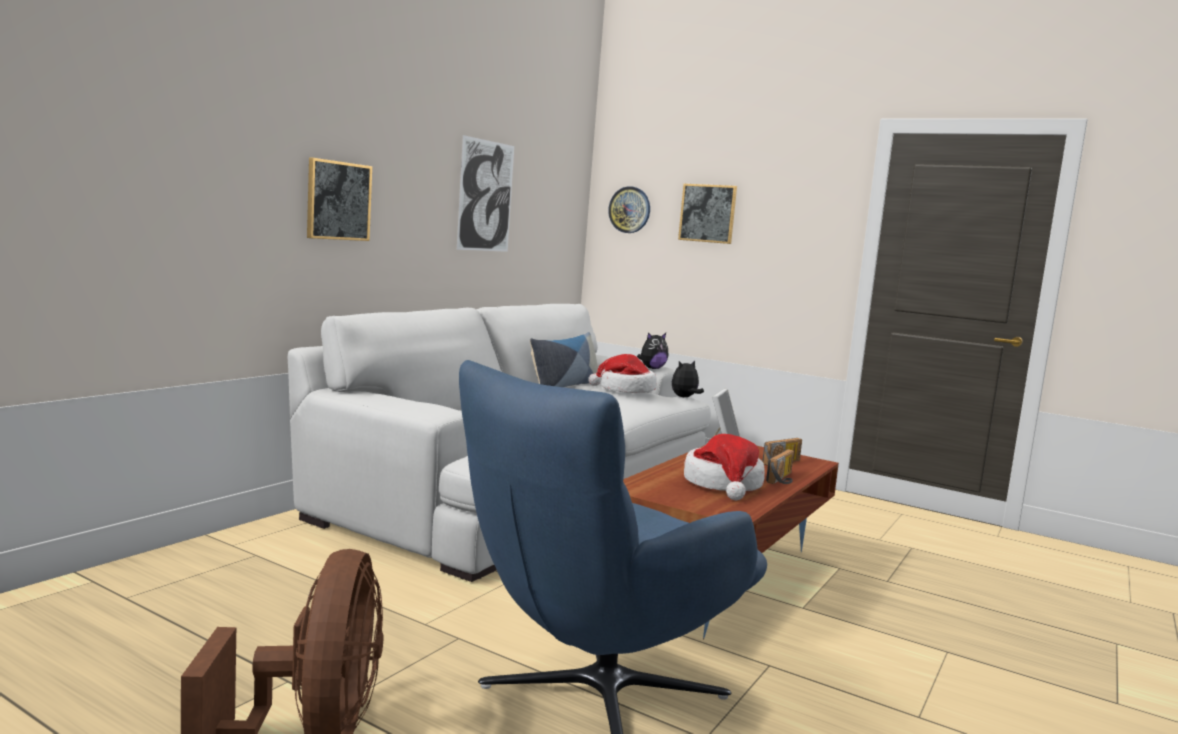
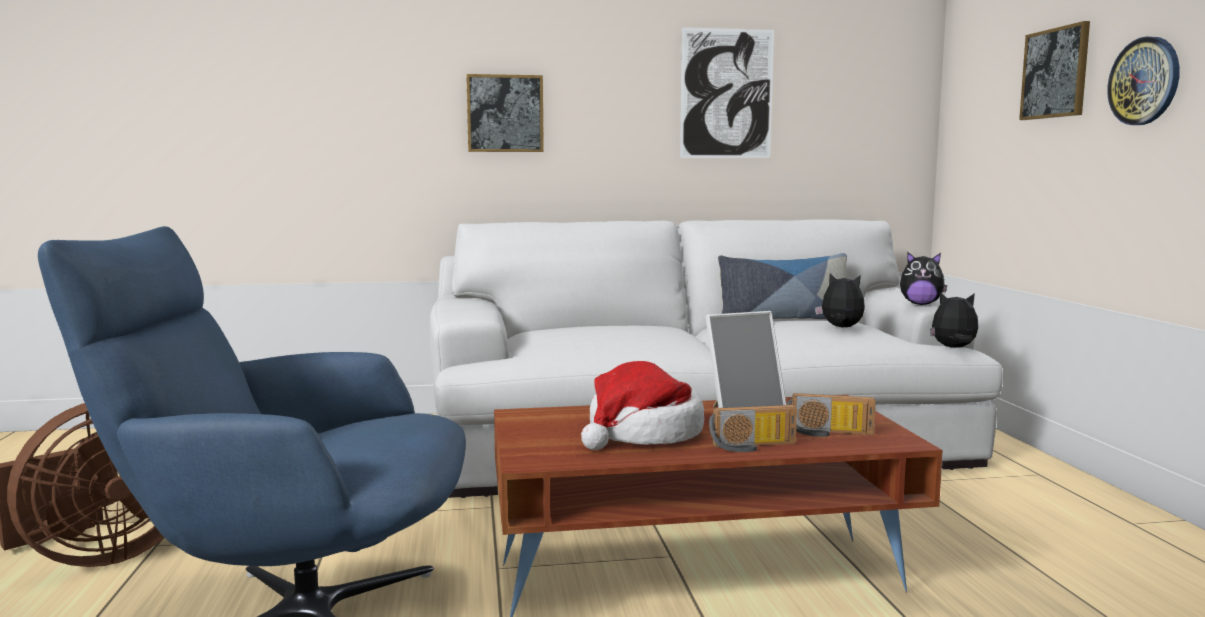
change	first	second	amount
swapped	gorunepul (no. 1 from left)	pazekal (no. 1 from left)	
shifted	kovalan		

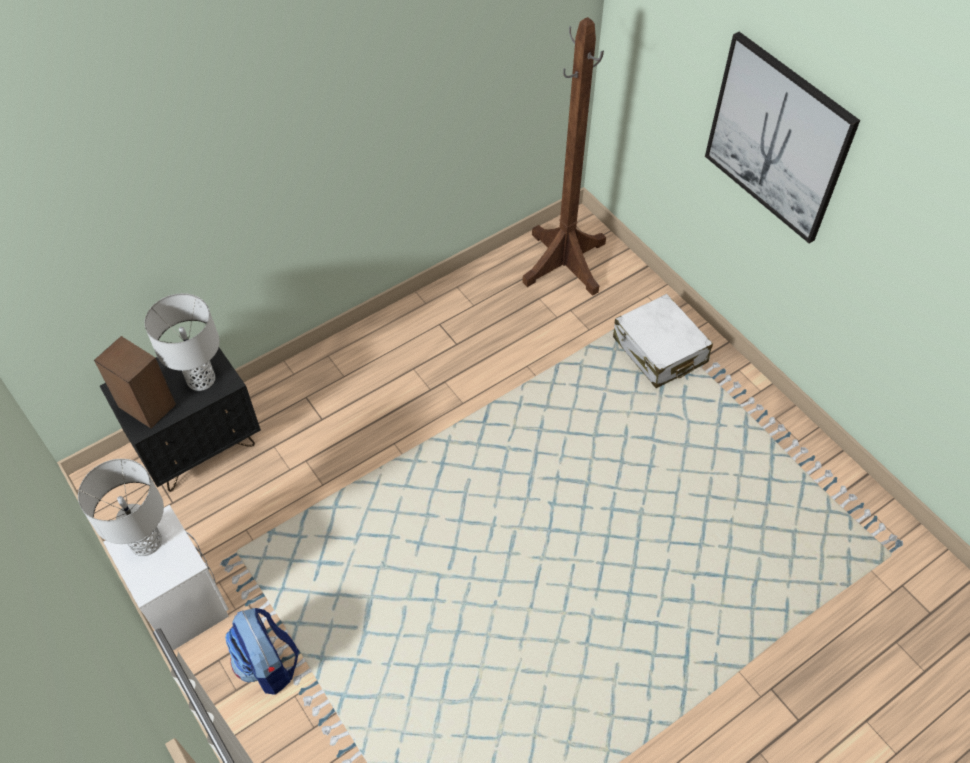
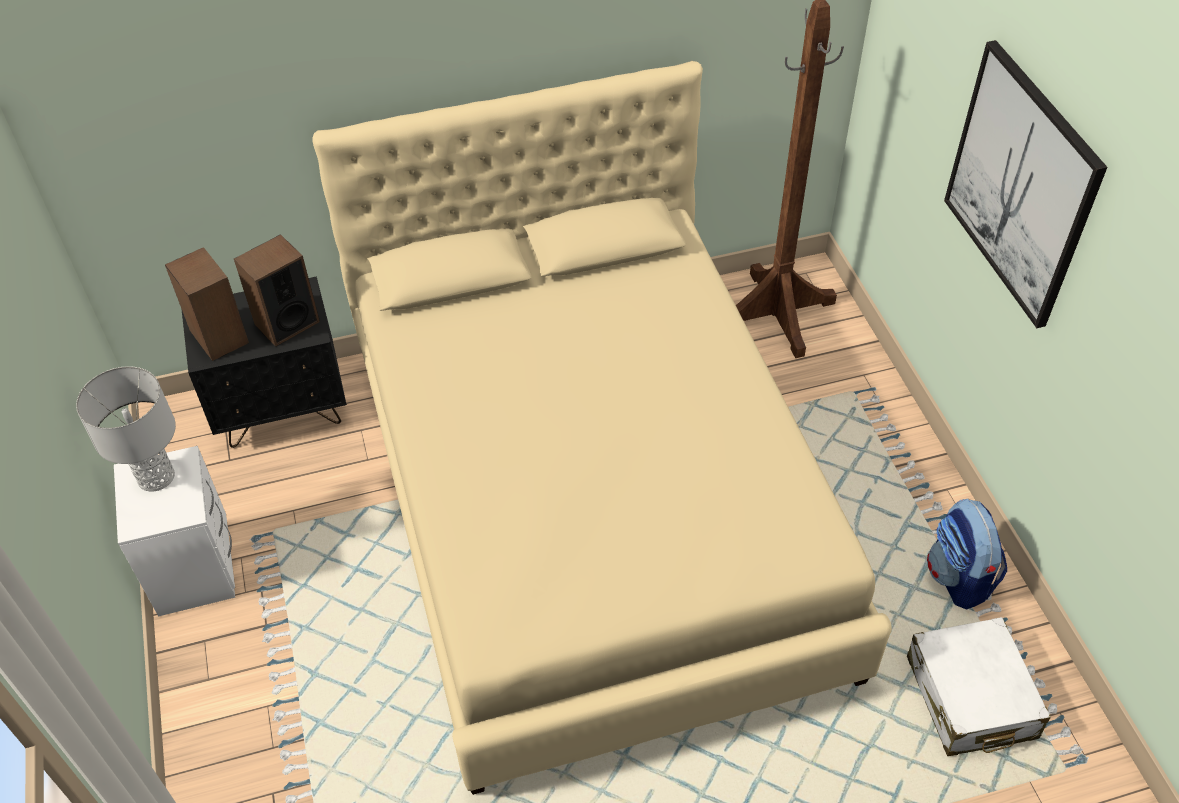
change	first	second	amount
swapped	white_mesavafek (no. 2 from left)	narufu (no. 2 from left)	
new		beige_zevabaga	
shifted	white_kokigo		
shifted	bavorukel		

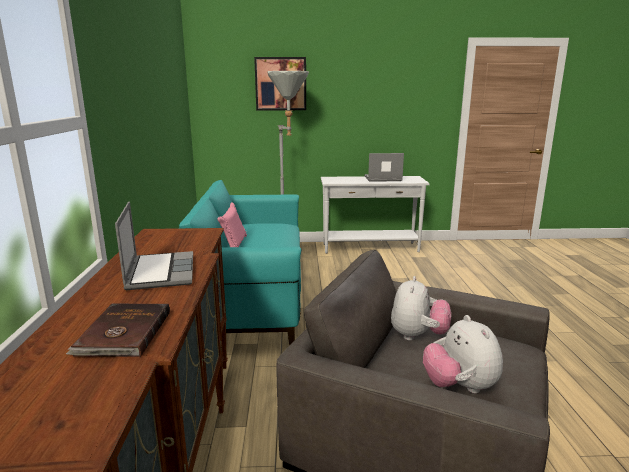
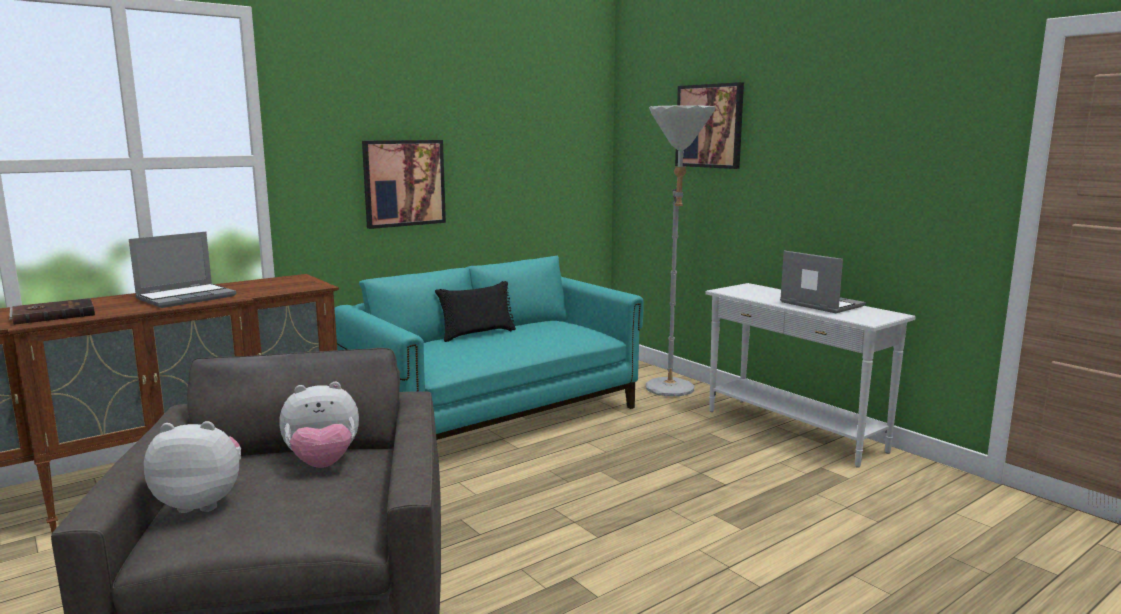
change	first	second	amount
rotated	pazekal (no. 2 from left in the first image)	pazekal (no. 1 from left)	45 degrees clockwise
new		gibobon (no. 1 from left)	
repainted	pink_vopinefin	black_vopinefin	

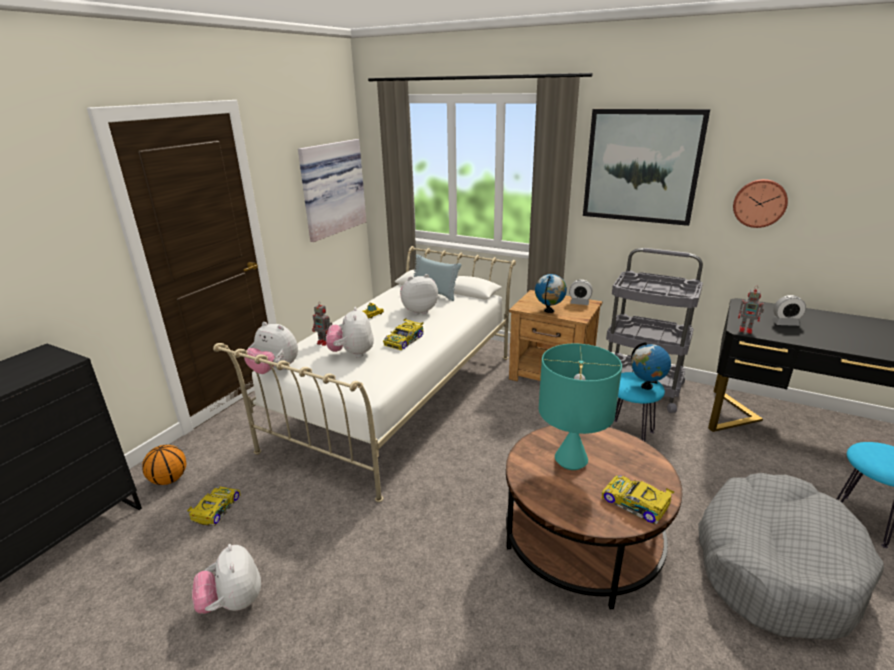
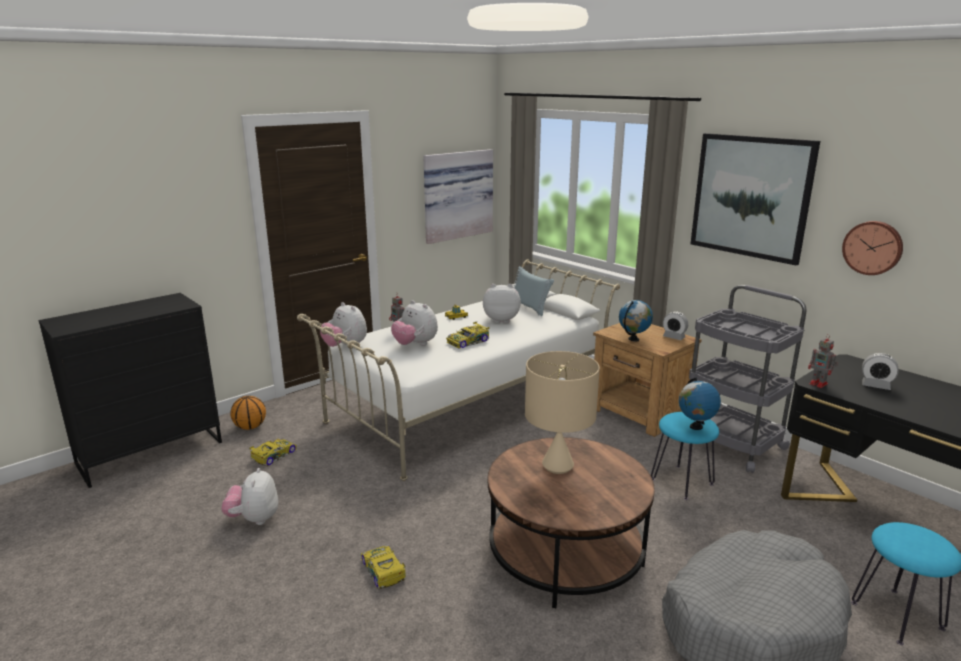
change	first	second	amount
shifted	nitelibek (no. 4 from left in the first image)	nitelibek (no. 2 from left)	
rotated	pazekal (no. 3 from left)		60 degrees counterclockwise
repainted	turquoise_mesavafek	beige_mesavafek	

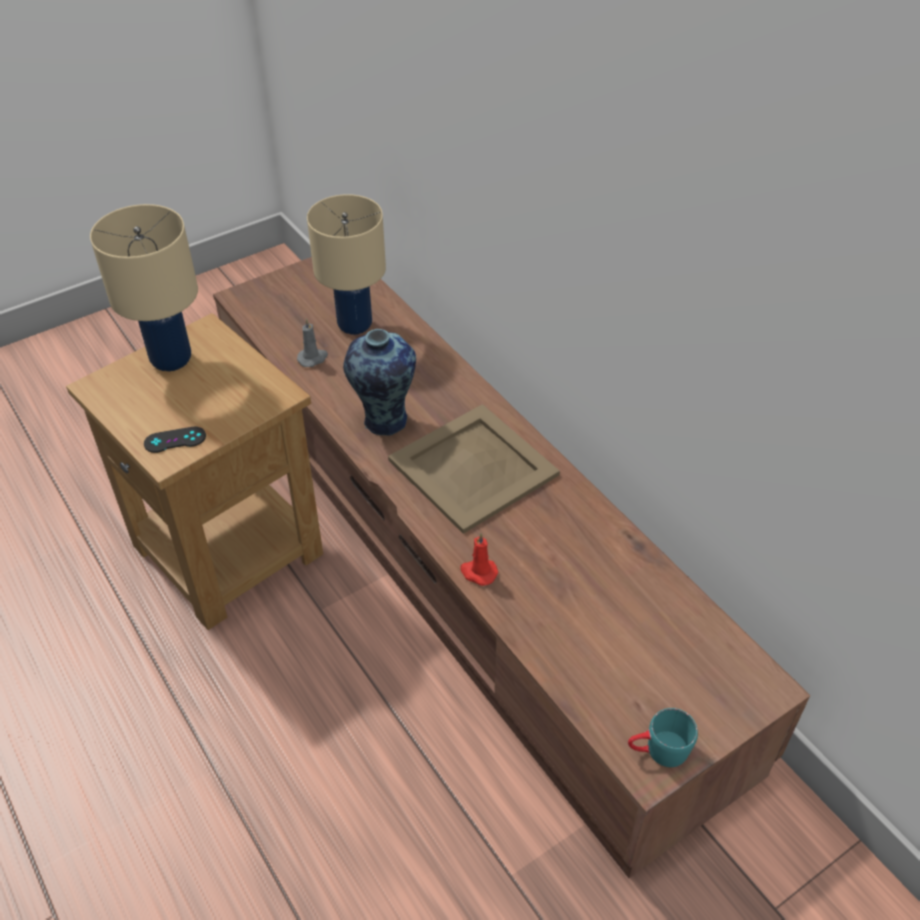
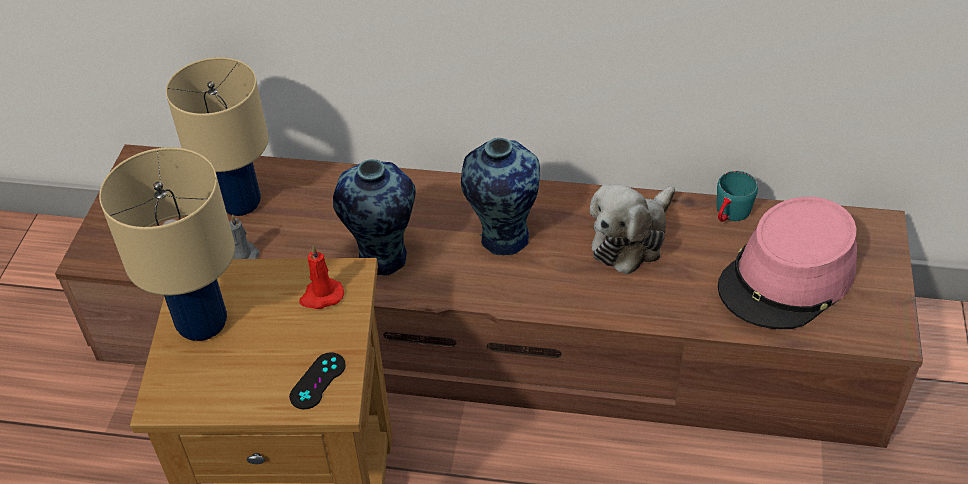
change	first	second	amount
shifted	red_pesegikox		
swapped	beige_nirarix	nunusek (no. 2 from left)	
new		pazekal	
shifted	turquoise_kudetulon		
new		pink_gorunepul	

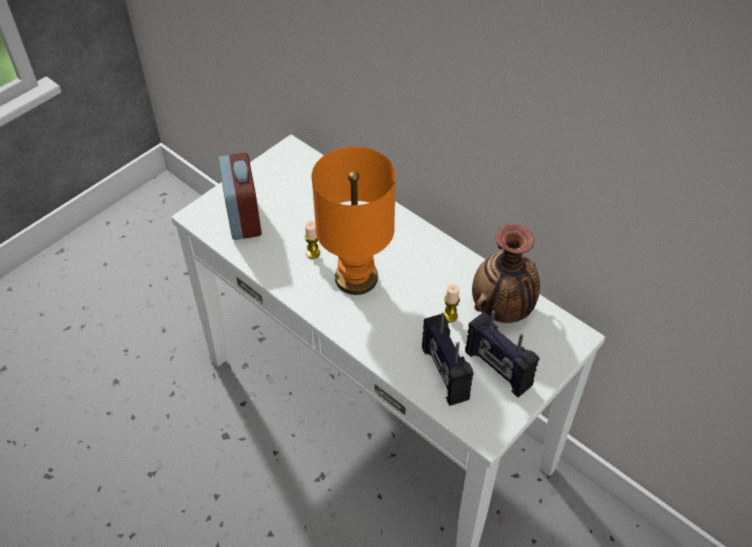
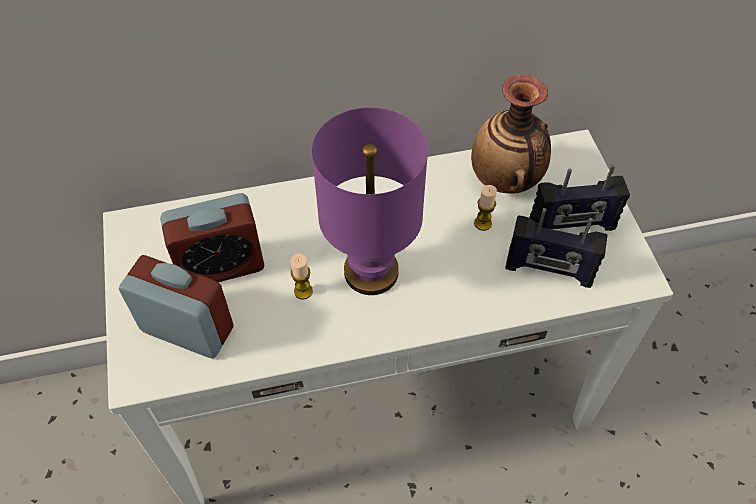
change	first	second	amount
new		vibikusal (no. 2 from left)	
repainted	orange_mesavafek	purple_mesavafek	

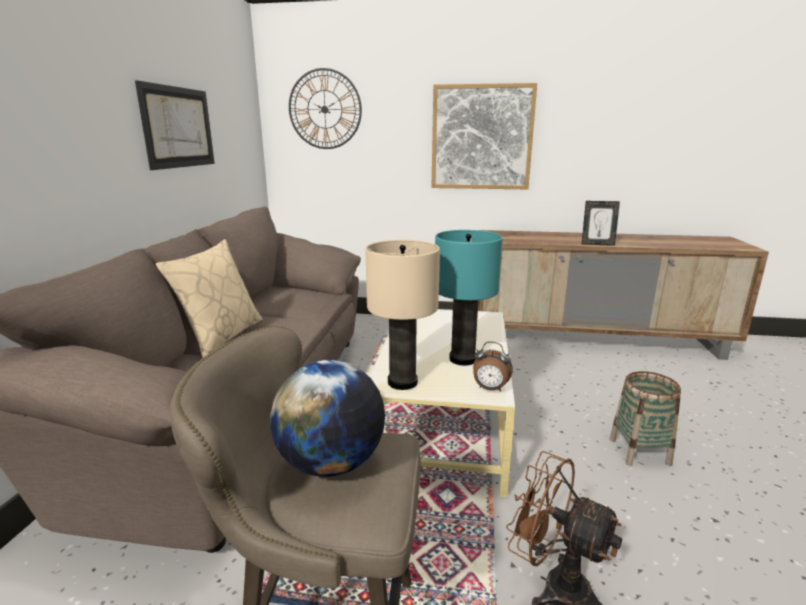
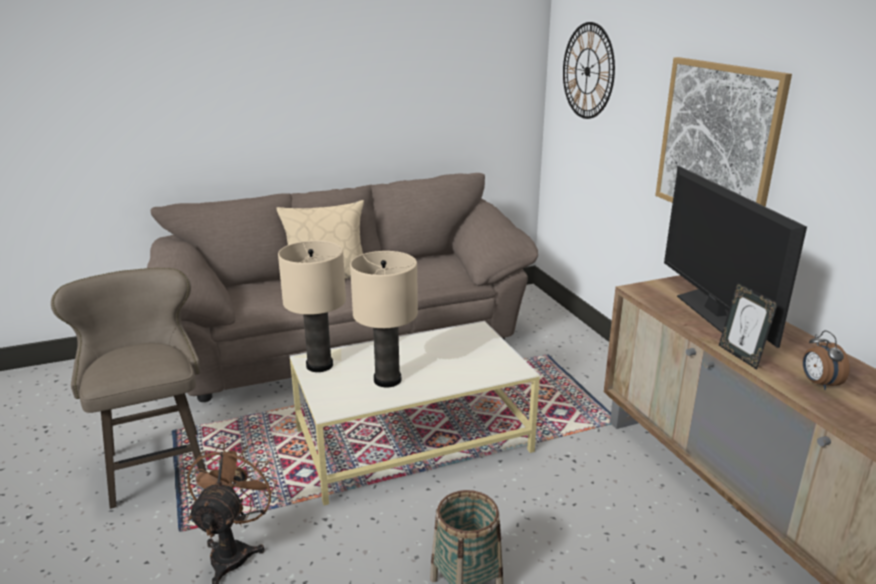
change	first	second	amount
repainted	turquoise_mesavafek	beige_mesavafek (no. 2 from left)	
new		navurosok	
shifted	vibikusal		
gone	gibobon (no. 1 from left)		
gone	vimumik		

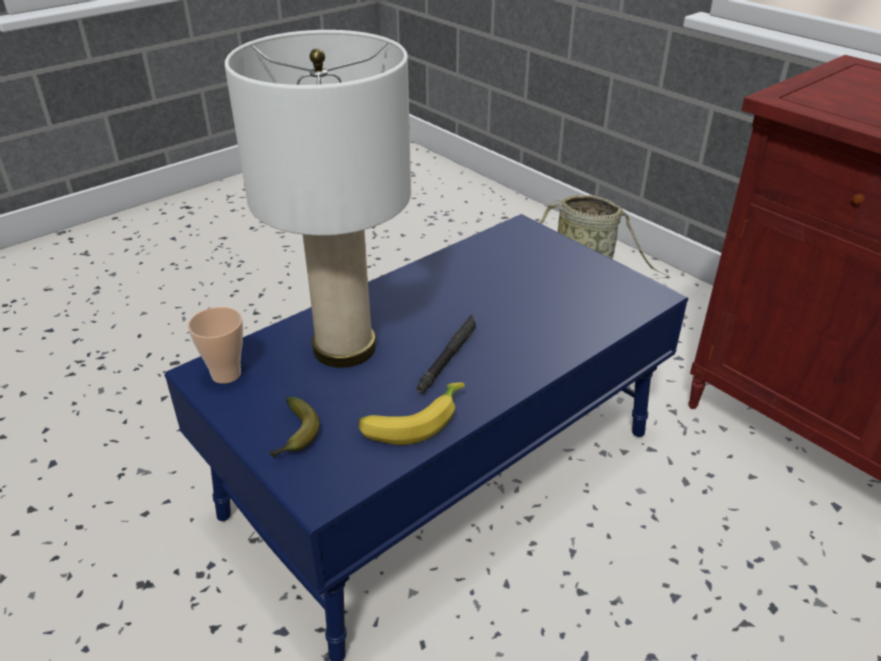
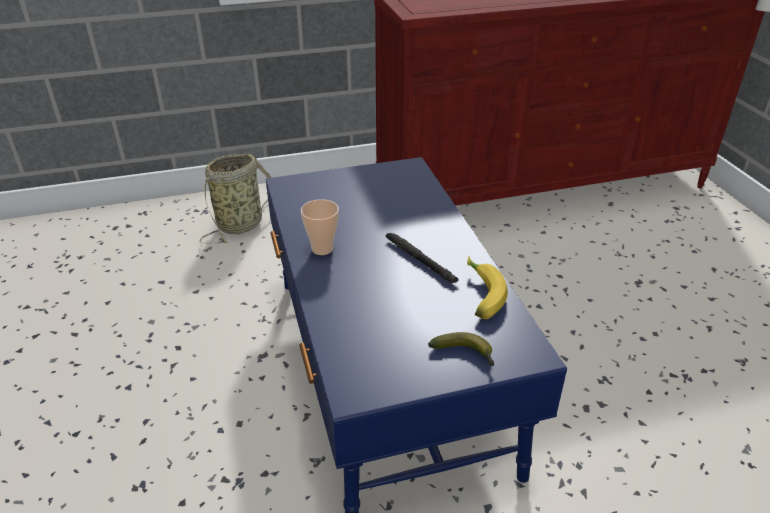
change	first	second	amount
shifted	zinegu		
gone	white_mesavafek		

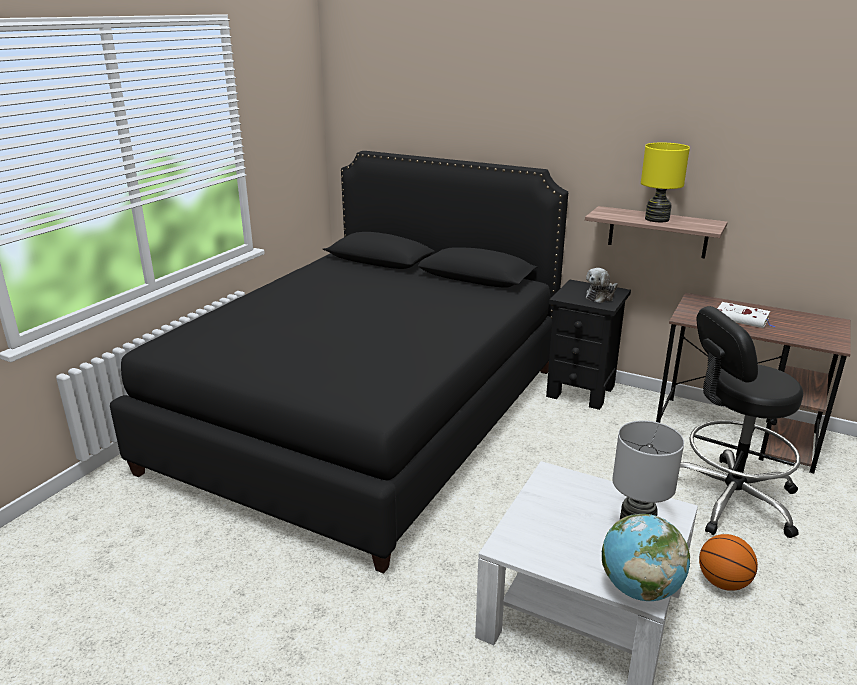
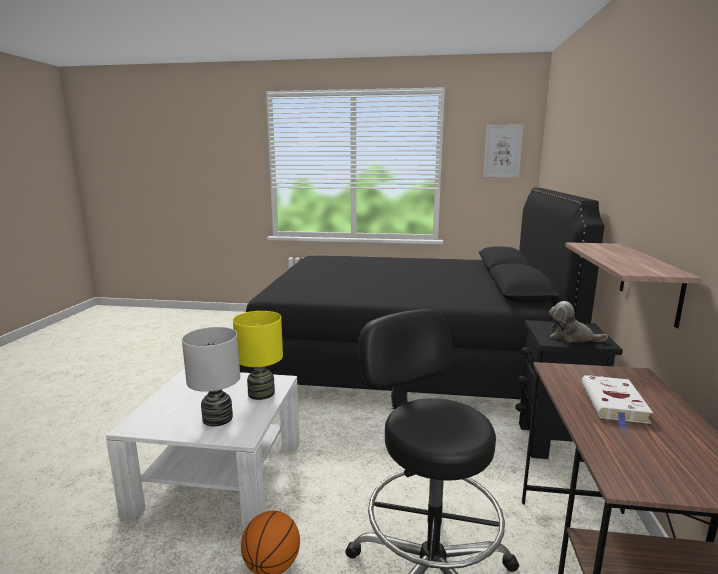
change	first	second	amount
shifted	yellow_mesavafek		
new		gibobon	
gone	vimumik		

